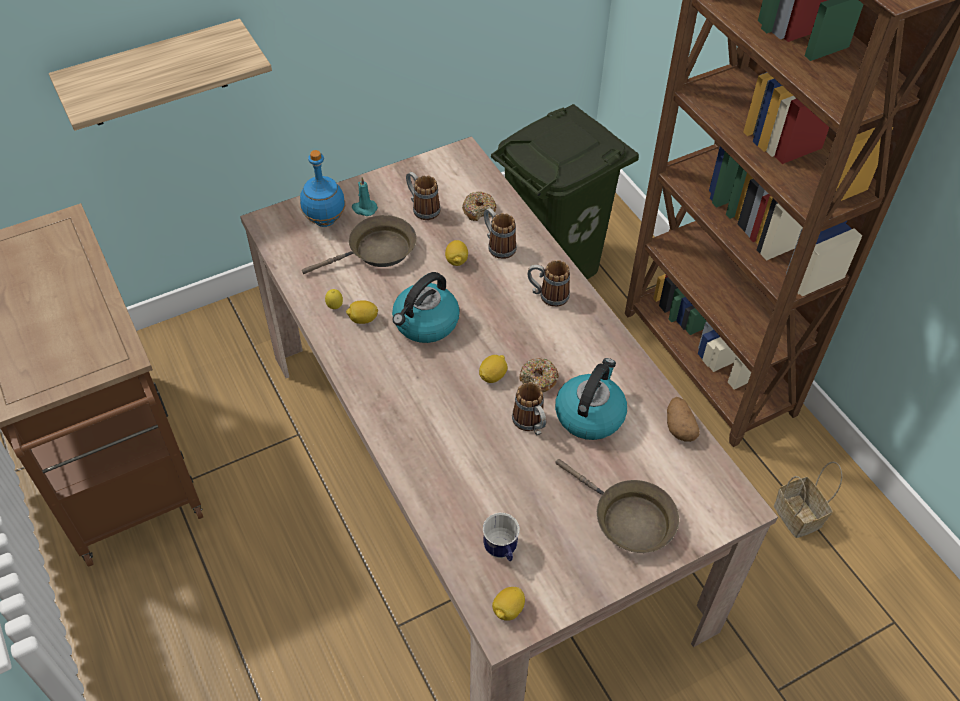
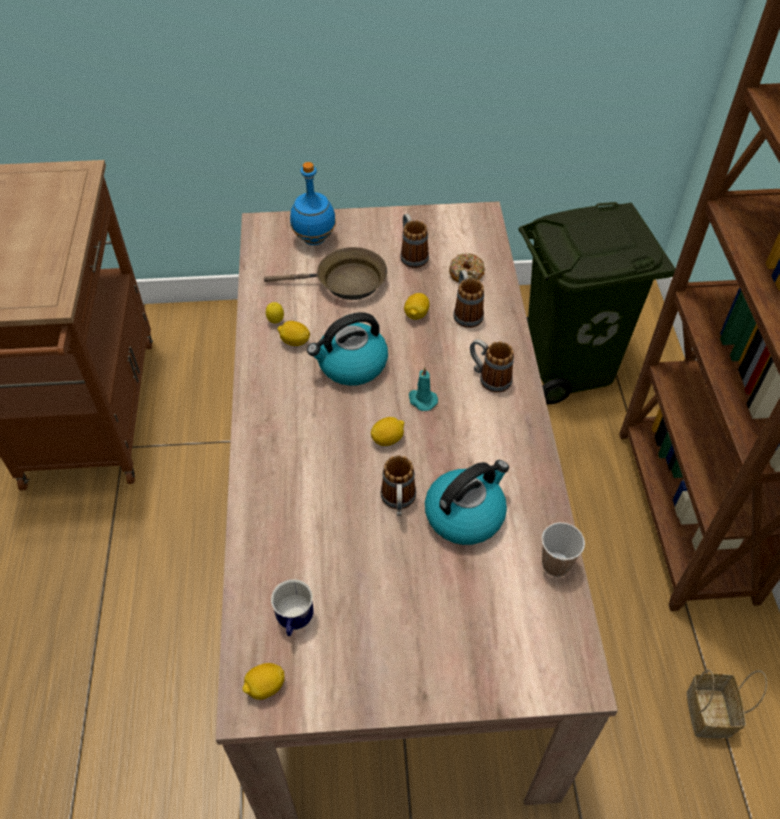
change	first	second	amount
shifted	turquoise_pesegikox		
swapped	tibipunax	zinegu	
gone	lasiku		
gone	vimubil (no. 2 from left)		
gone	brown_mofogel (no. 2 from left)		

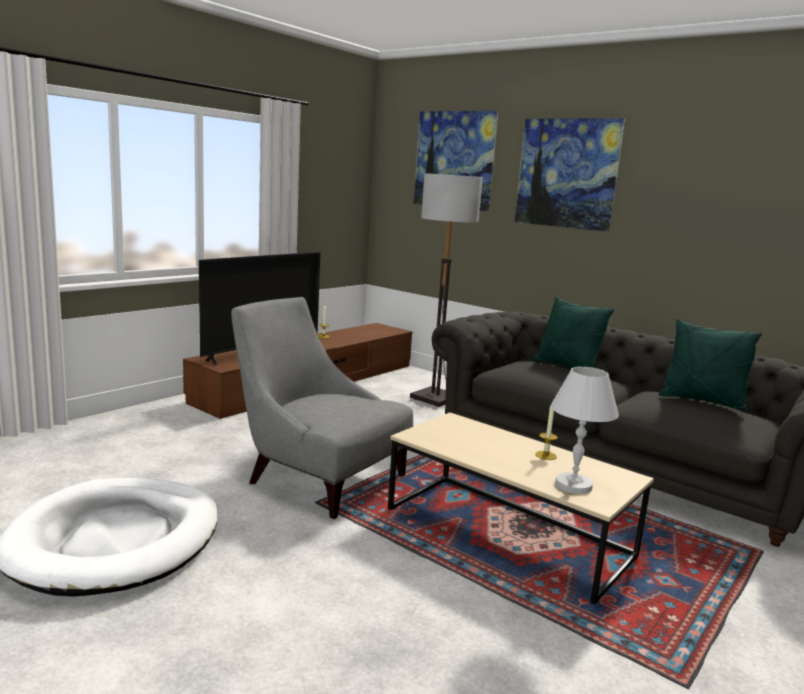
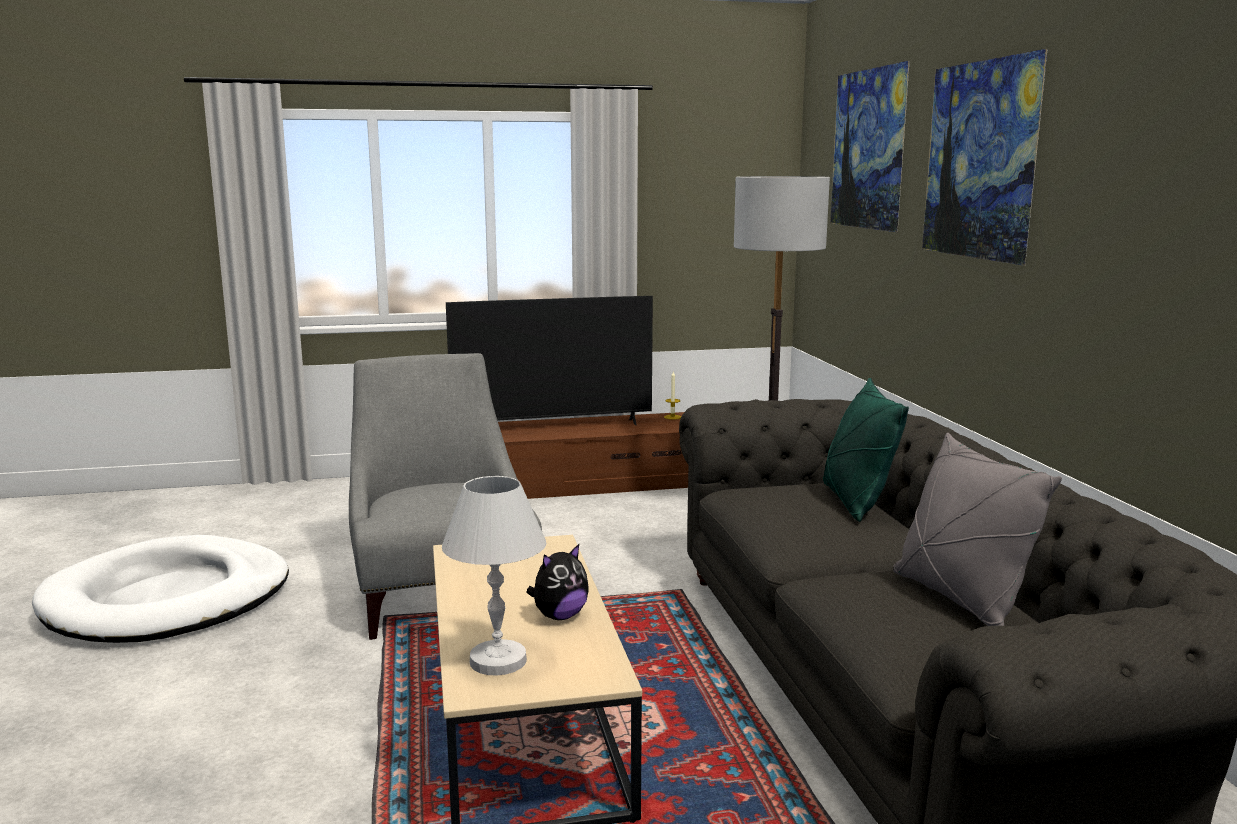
change	first	second	amount
swapped	pesegikox (no. 2 from left)	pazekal	
repainted	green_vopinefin (no. 2 from left)	grey_vopinefin	

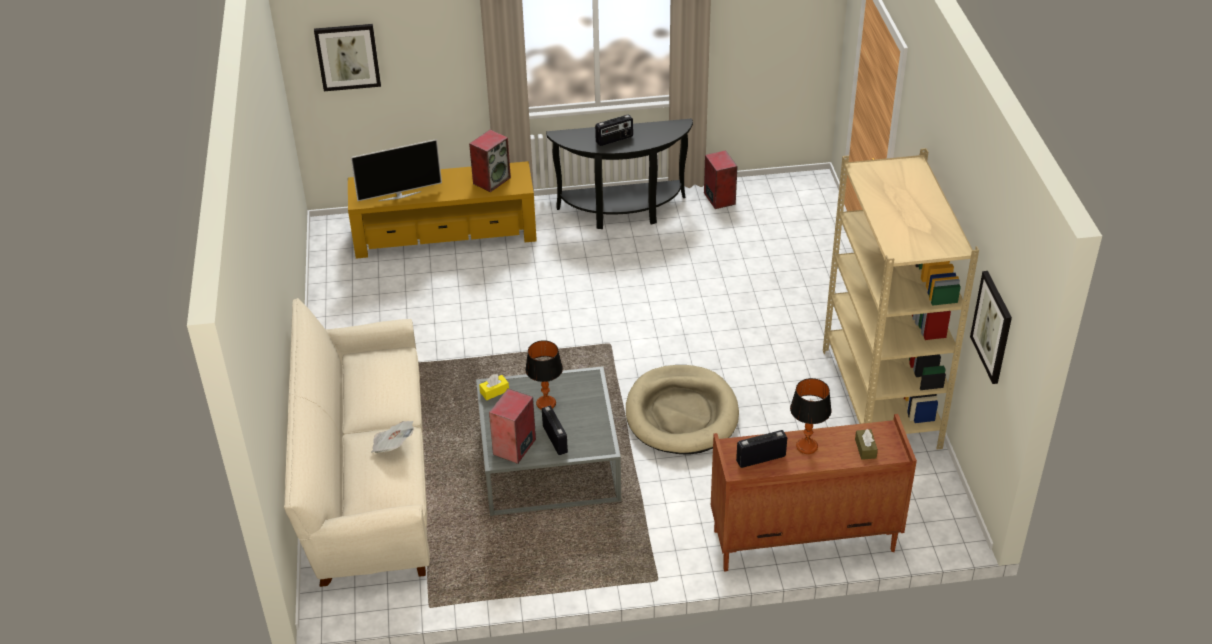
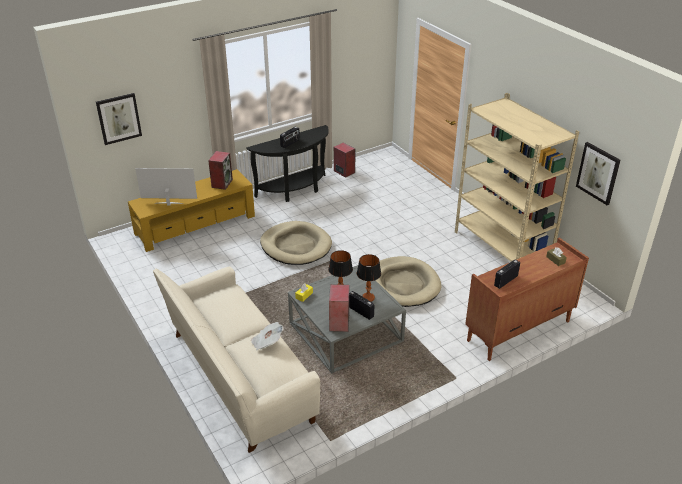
change	first	second	amount
rotated	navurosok		135 degrees counterclockwise
new		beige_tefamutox (no. 1 from left)	
shifted	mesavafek (no. 2 from left)		

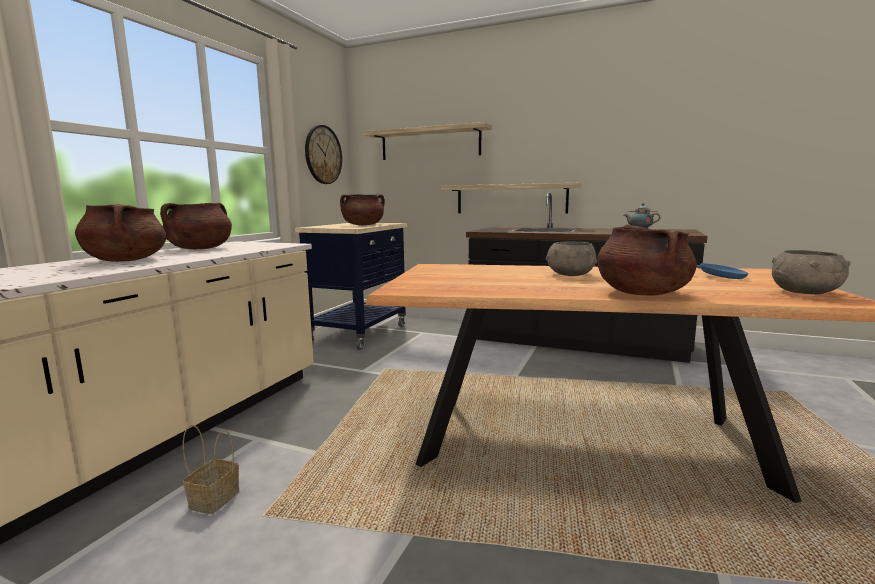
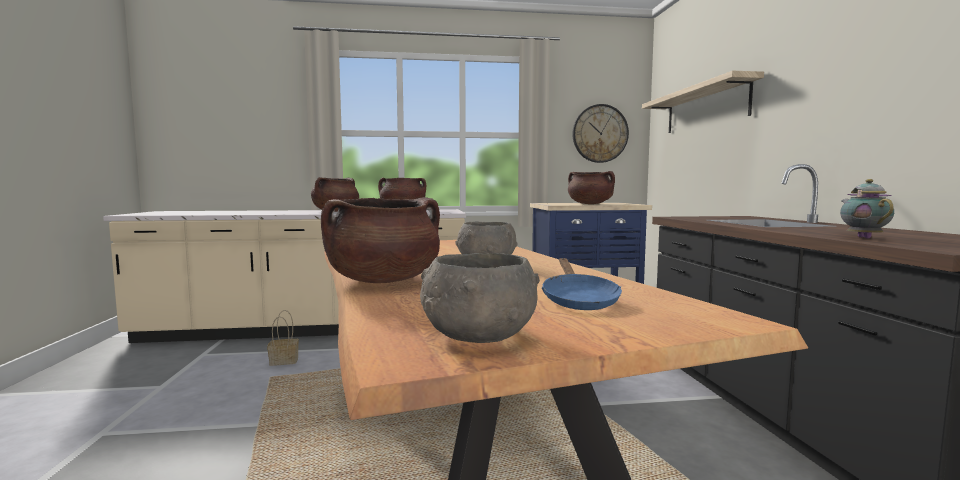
change	first	second	amount
gone	lasiku (no. 2 from left)		

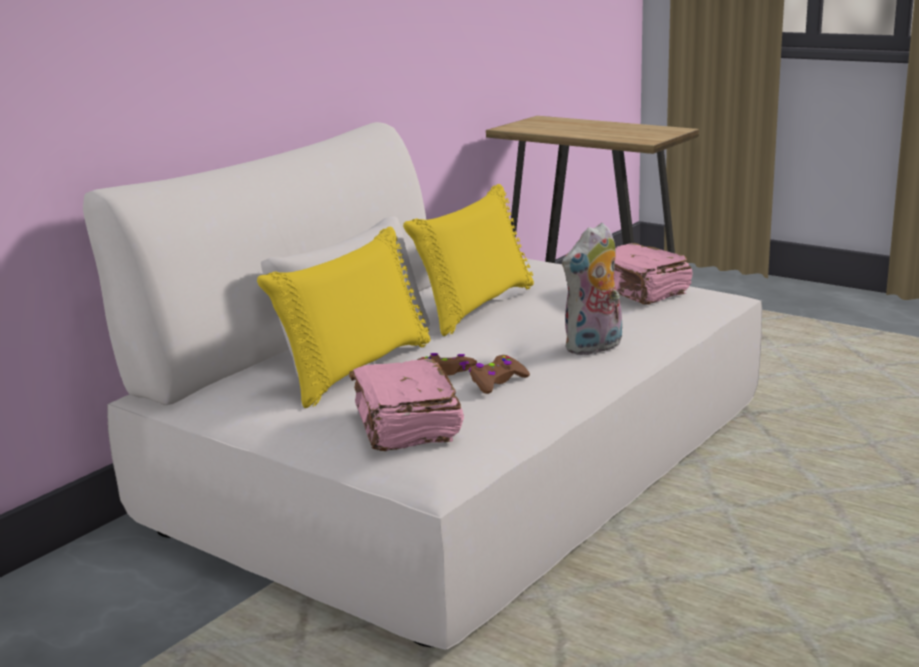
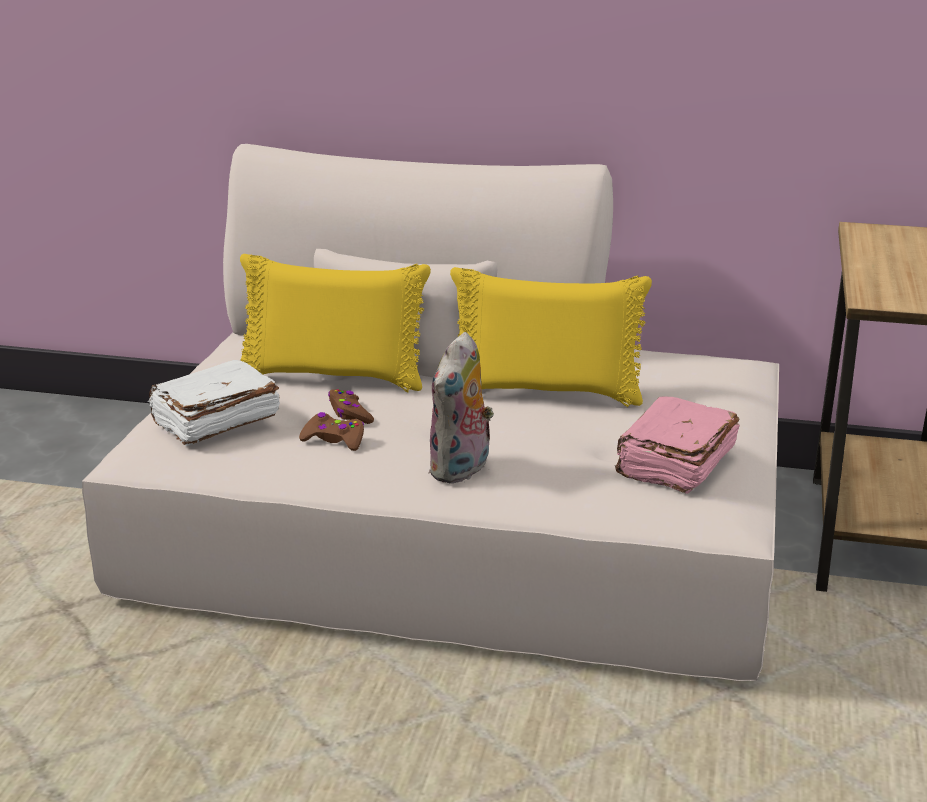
change	first	second	amount
repainted	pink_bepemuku (no. 1 from left)	white_bepemuku	
rotated	pazekal		90 degrees counterclockwise

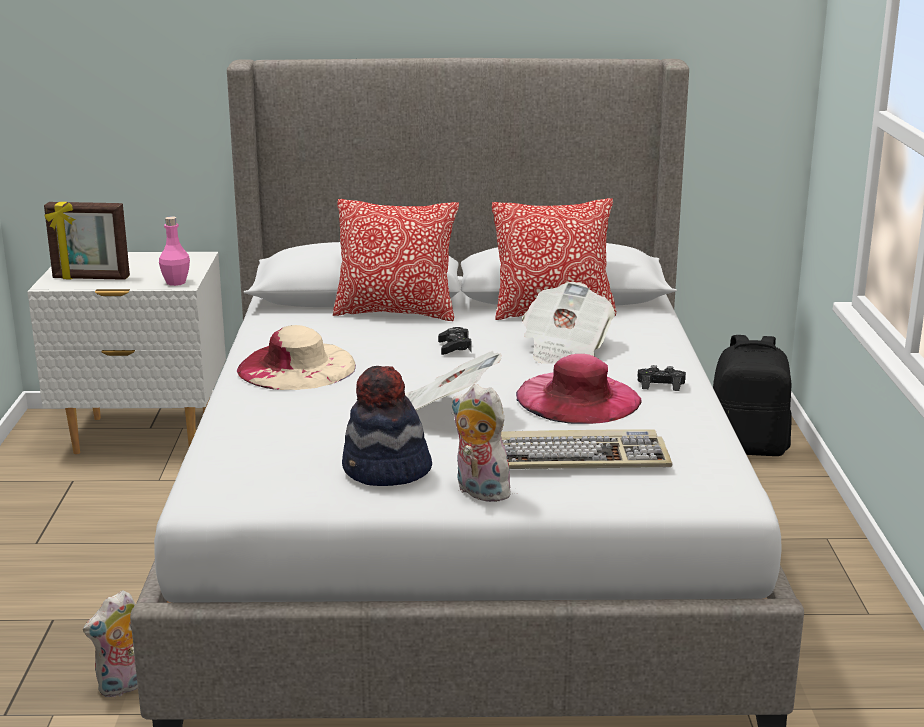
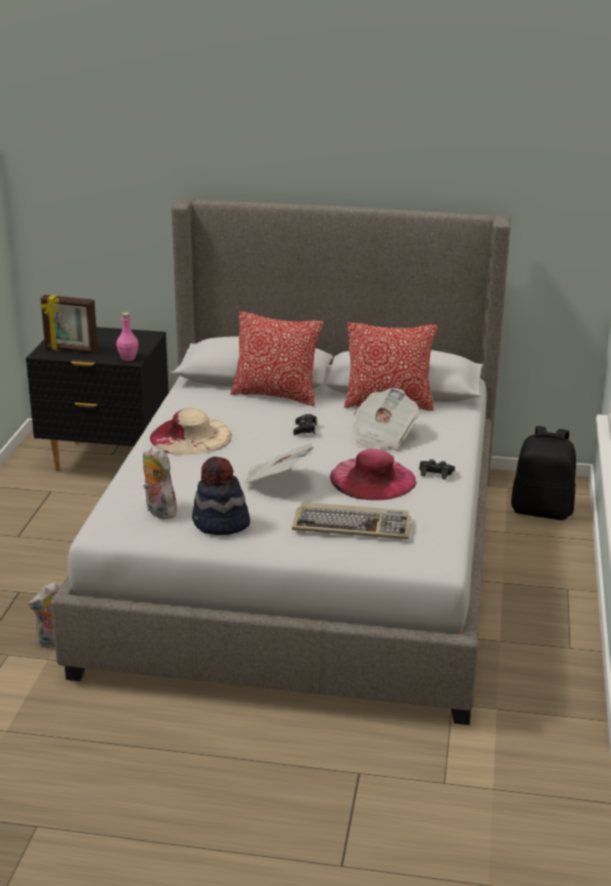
change	first	second	amount
repainted	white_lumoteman	black_lumoteman	
shifted	pazekal (no. 2 from left)		

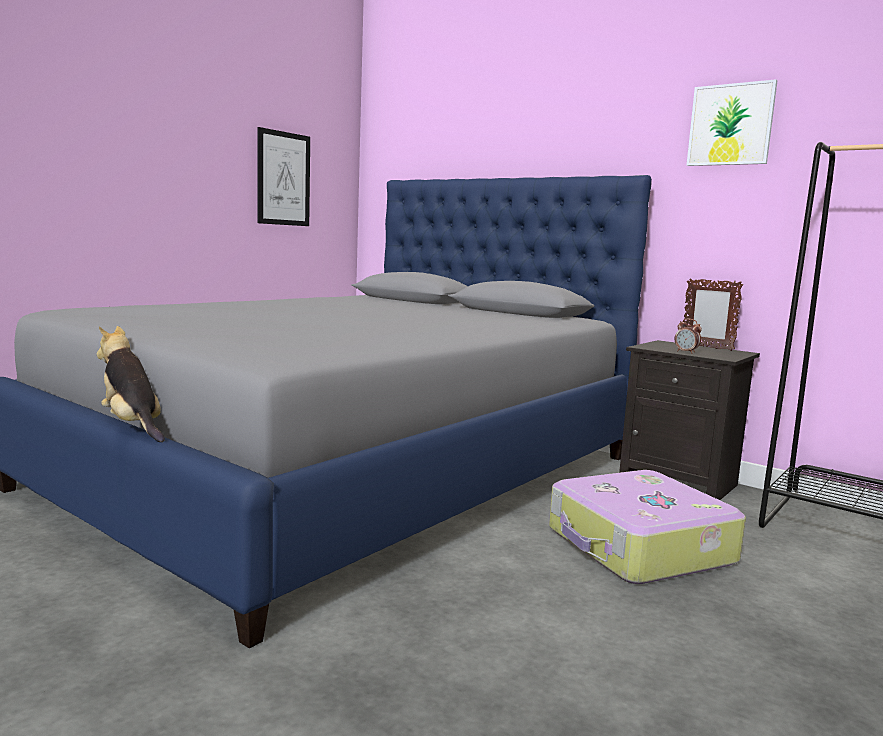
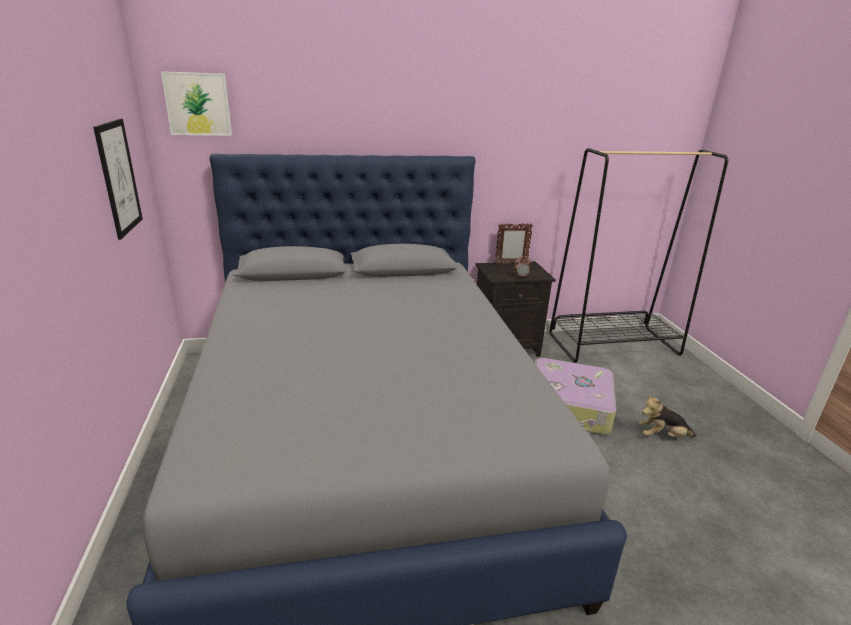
change	first	second	amount
shifted	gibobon (no. 2 from left)		
shifted	pazekal		

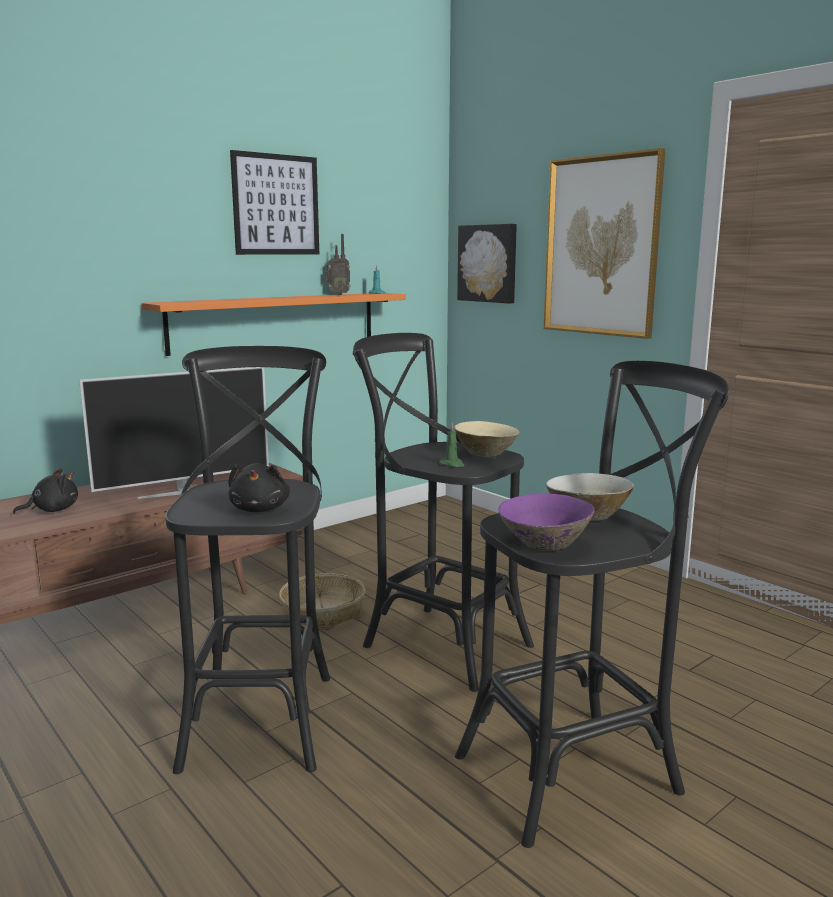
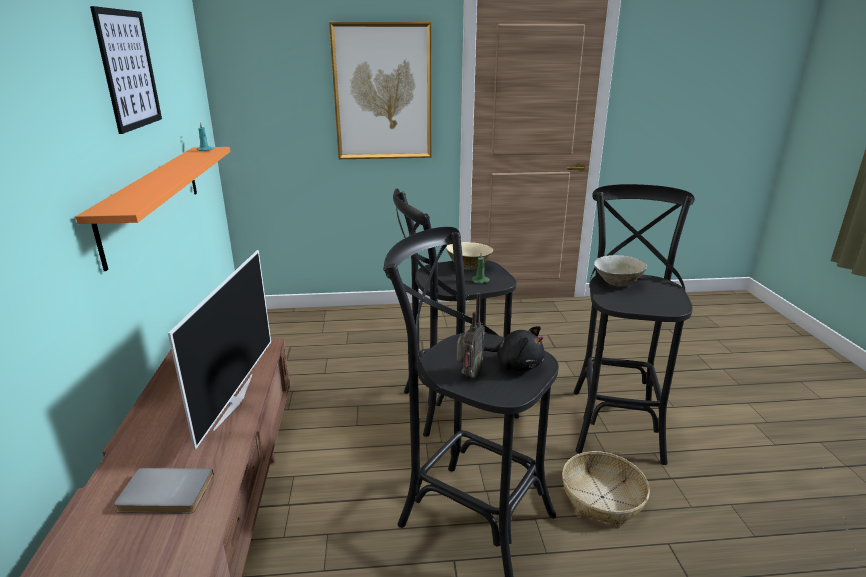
change	first	second	amount
swapped	black_pazekal (no. 1 from left)	grey_bepemuku	
shifted	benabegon		
shifted	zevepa		
gone	gibobon (no. 2 from left)		
gone	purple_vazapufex		

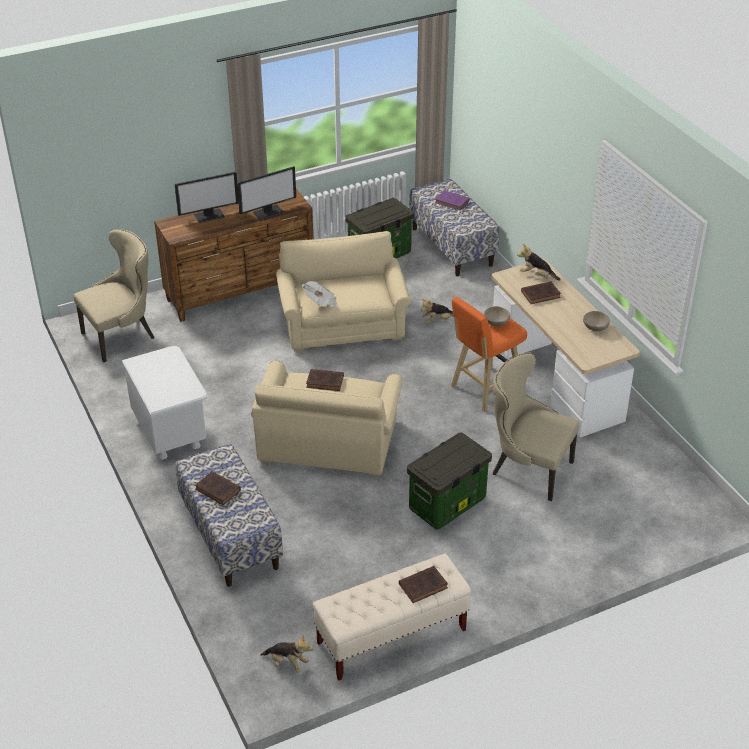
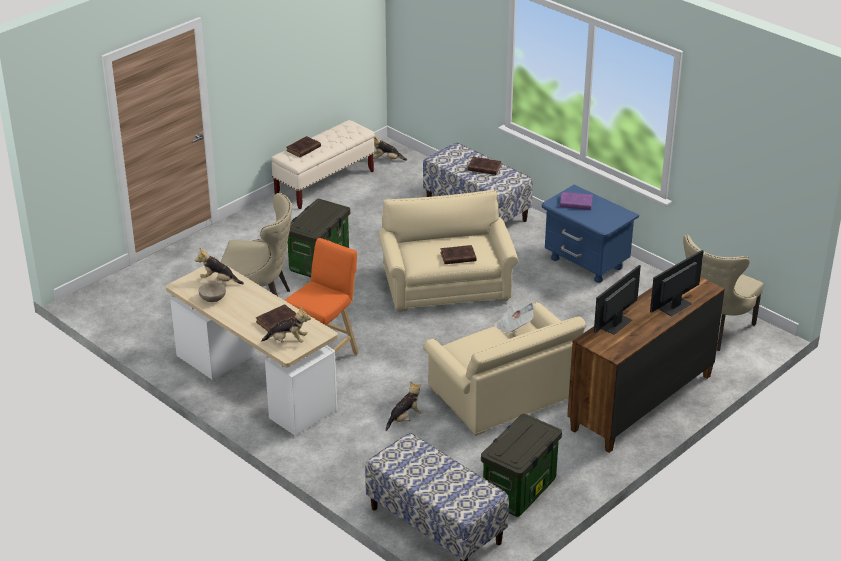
change	first	second	amount
new		pazekal (no. 1 from left)	
repainted	white_lumoteman	blue_lumoteman	
shifted	purple_bepemuku		
gone	beige_vazapufex (no. 1 from left)		

